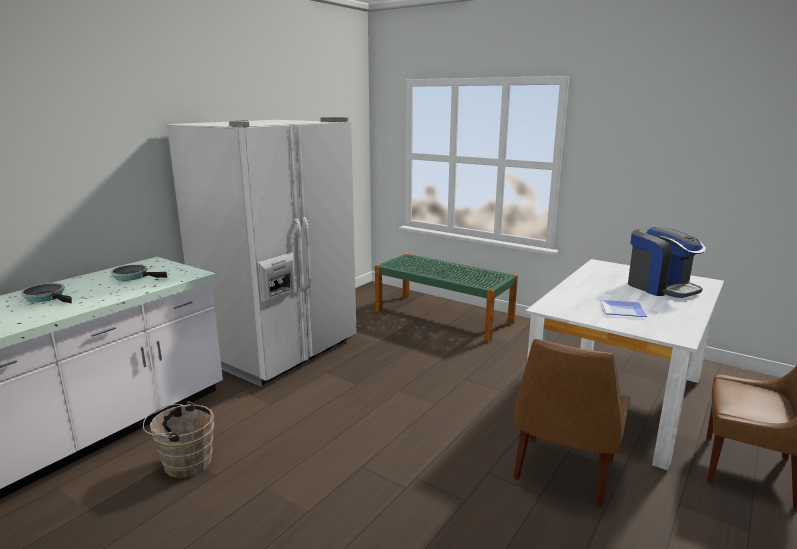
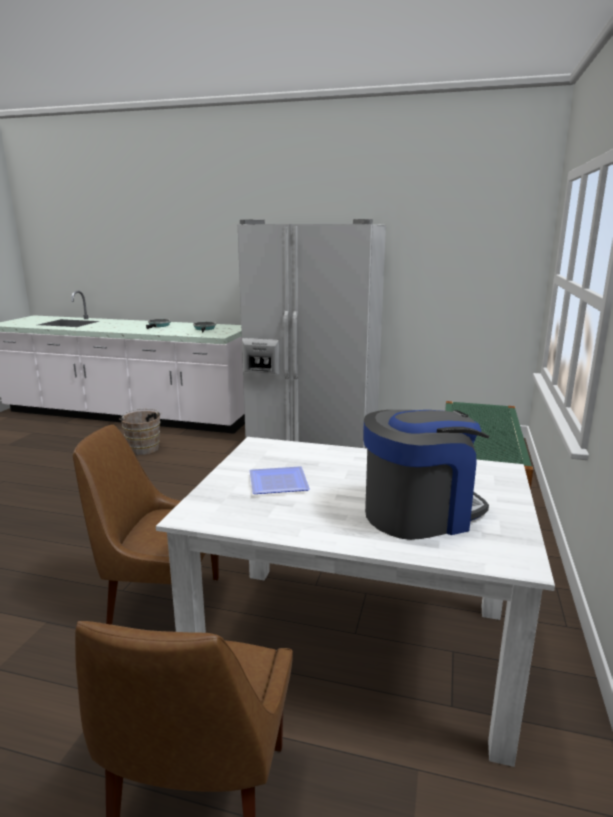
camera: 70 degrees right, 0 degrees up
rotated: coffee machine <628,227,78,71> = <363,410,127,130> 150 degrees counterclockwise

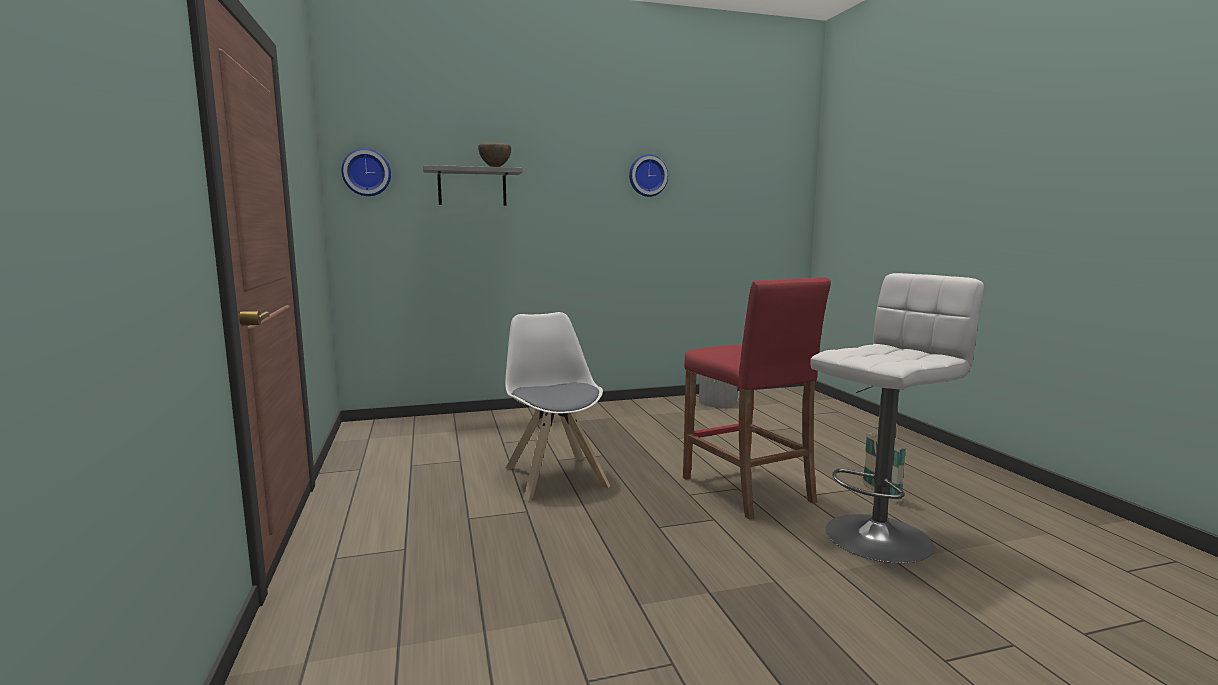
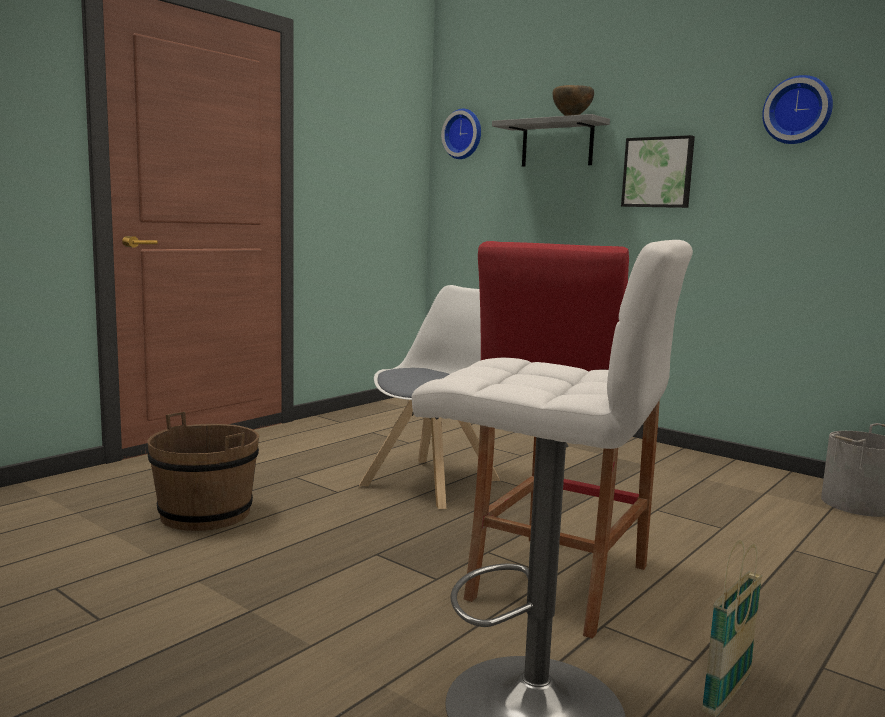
camera: 55 degrees right, 0 degrees up
new: bucket in brown <148,412,111,119>; picture <621,135,74,73>

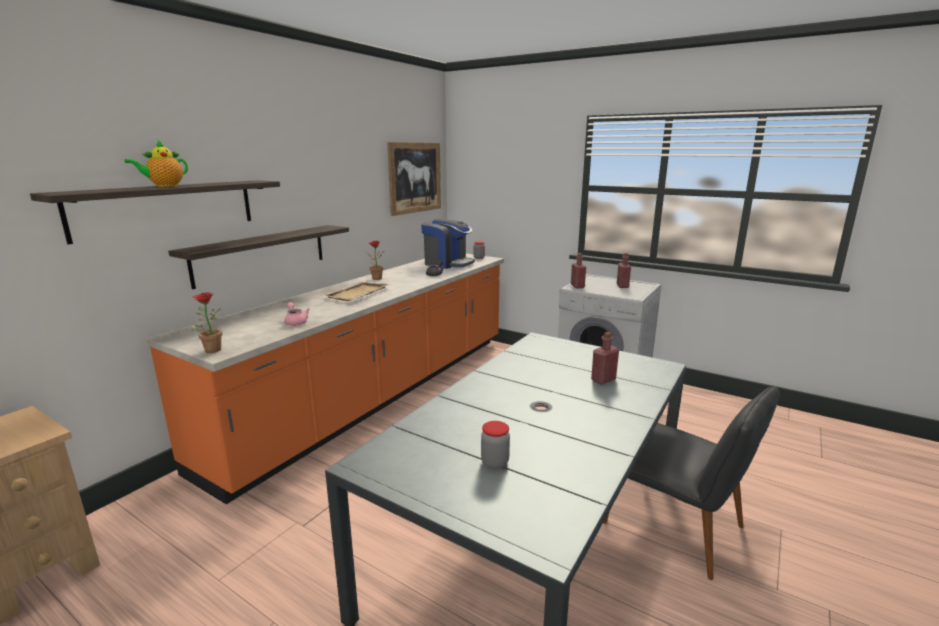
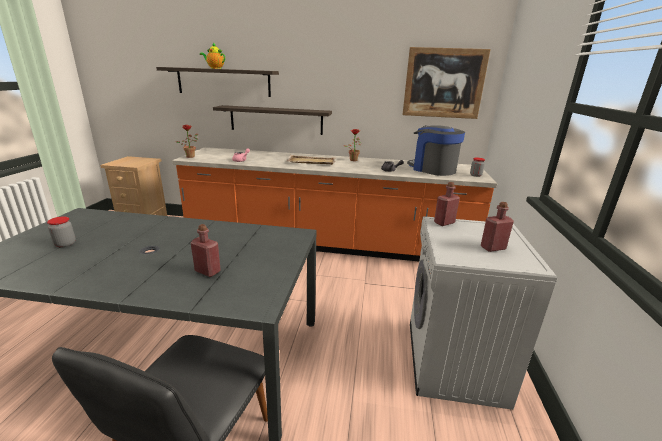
camera: 65 degrees right, 5 degrees up
rotated: coffee machine <421,218,54,51> = <407,125,58,51> 135 degrees clockwise

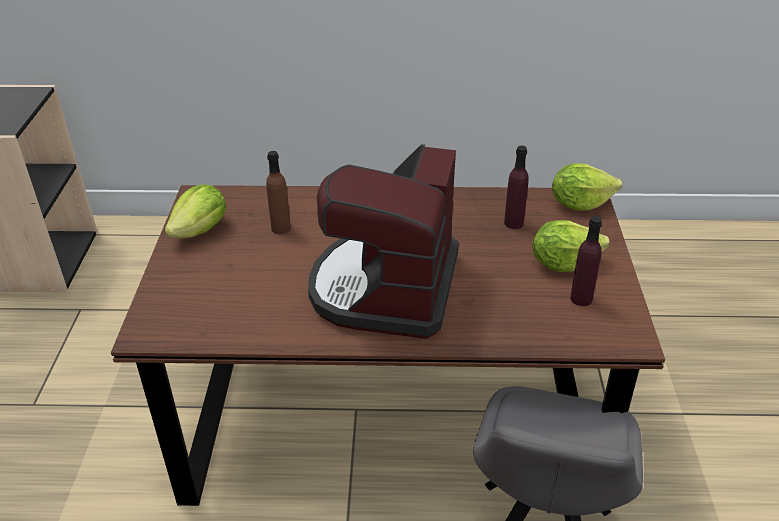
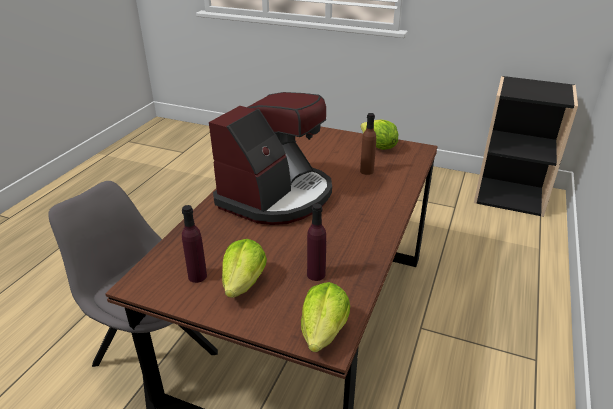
camera: 110 degrees right, 5 degrees down
rotated: coffee machine <308,144,151,195> = <209,92,123,133> 90 degrees clockwise

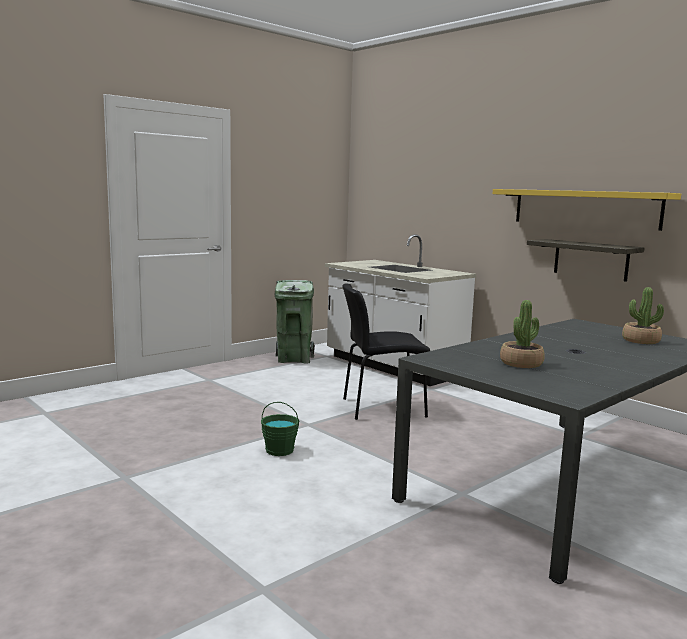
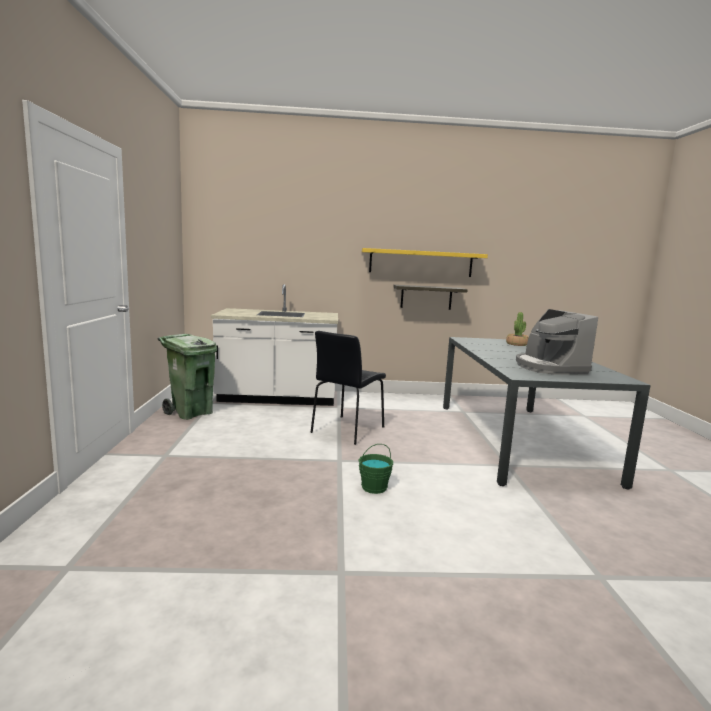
camera: 50 degrees left, 0 degrees up
swapped: potted plant <500,300,45,68> to coffee machine <516,309,82,66>

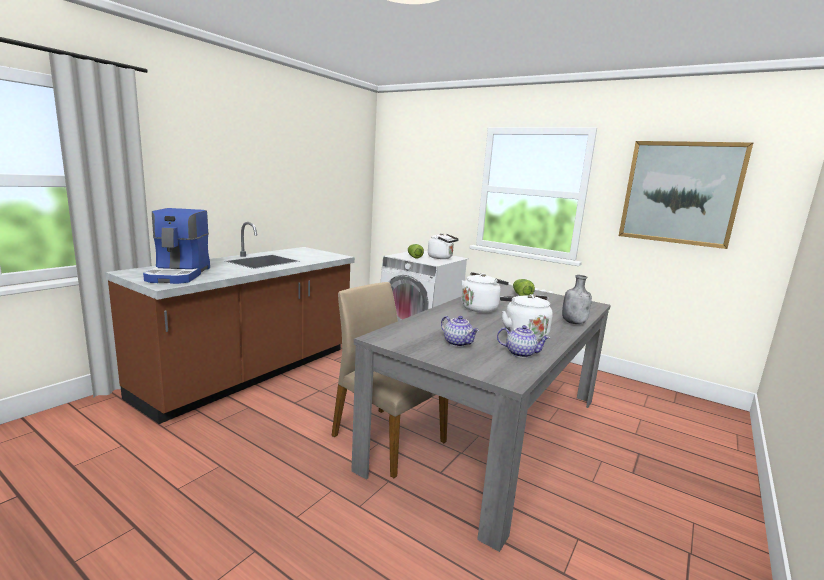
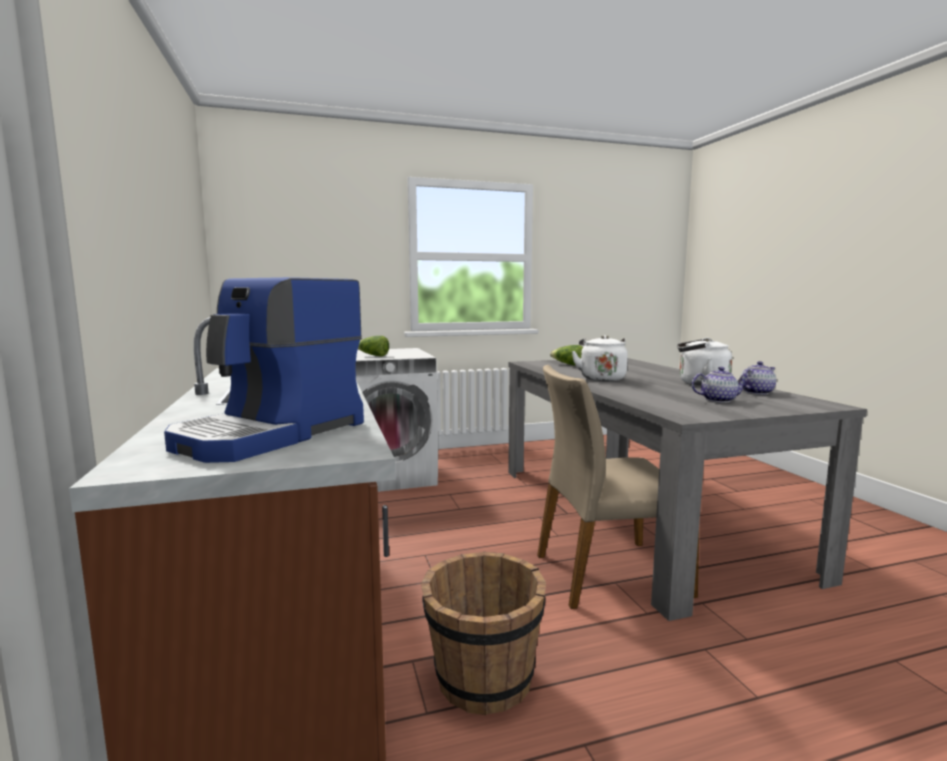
camera: 50 degrees left, 5 degrees down
gone: kettle in white <428,233,31,26>; bottle in grey <562,275,30,49>; picture <619,141,134,108>
new: bucket in brown <421,552,125,163>
rotated: coffee machine <143,208,67,76> = <164,277,200,186> 90 degrees clockwise

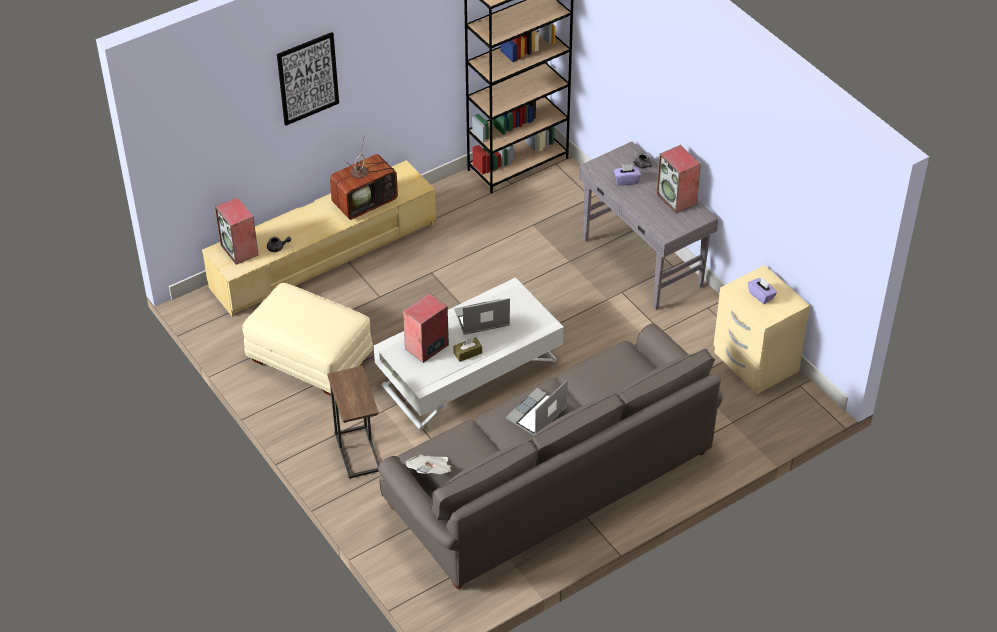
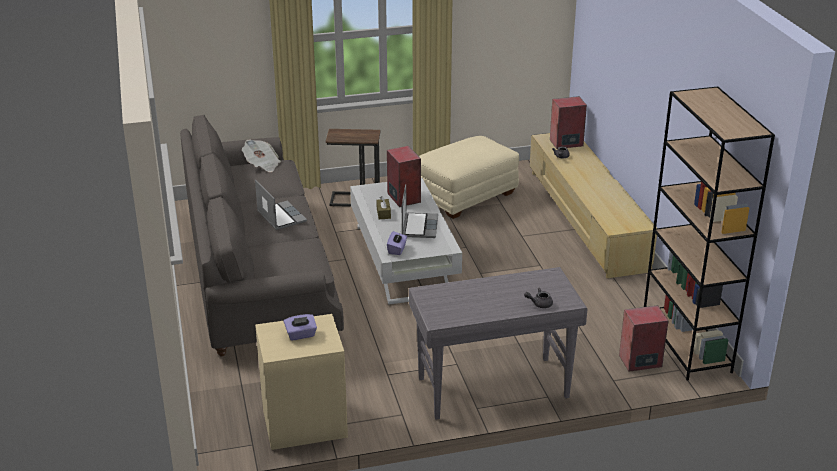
camera: 110 degrees right, 15 degrees down
gone: picture <277,32,62,94>; television <330,138,68,82>
shifted: tissue box in purple <614,164,27,22> to <387,231,20,24>; speaker <656,145,45,68> to <619,305,49,67>

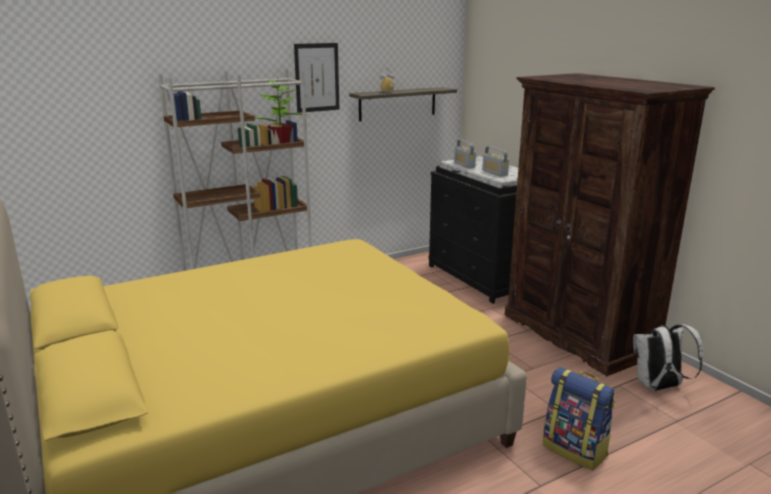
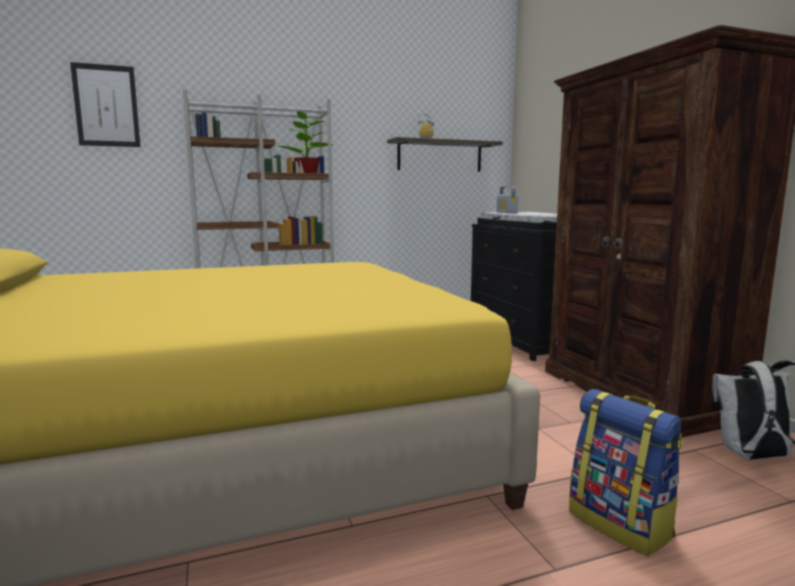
camera: 10 degrees right, 10 degrees down
gone: radio <482,146,27,30>
shifted: picture <294,43,45,70> to <70,62,71,85>

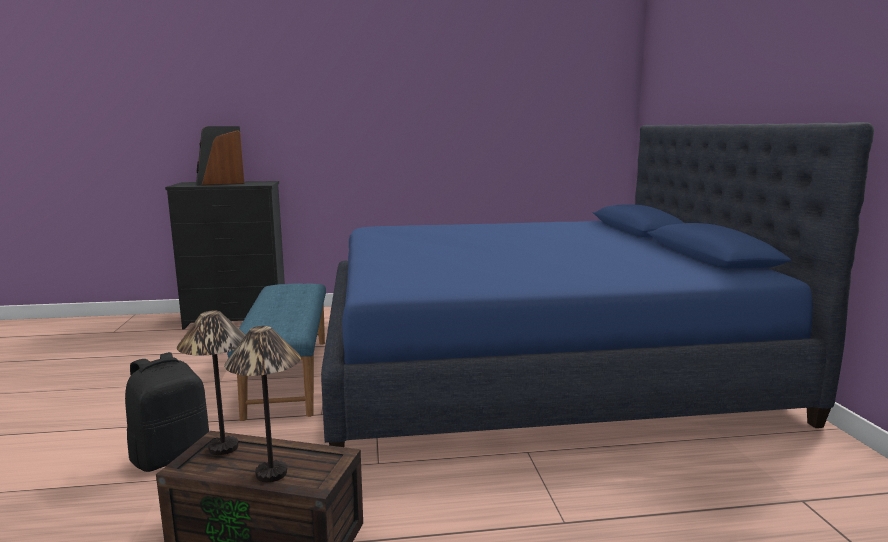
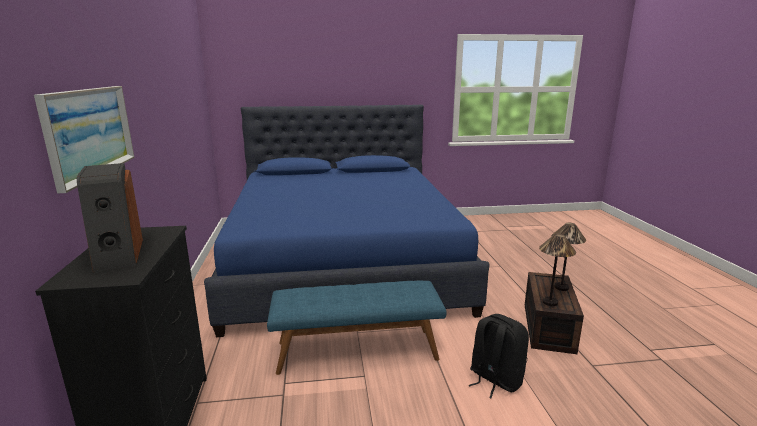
camera: 90 degrees left, 5 degrees up
new: picture <34,86,101,107>

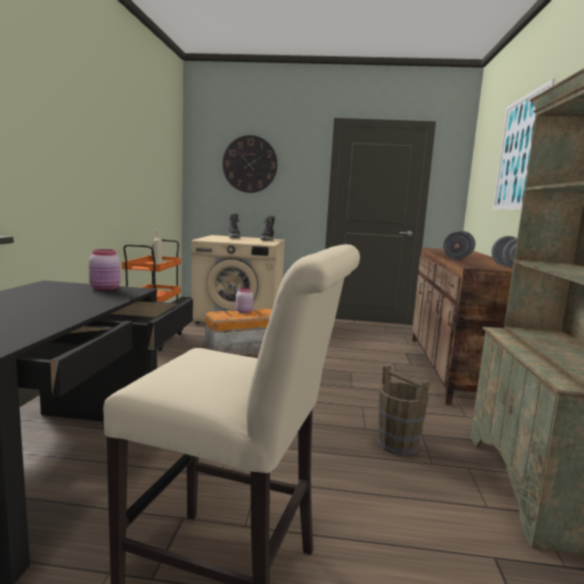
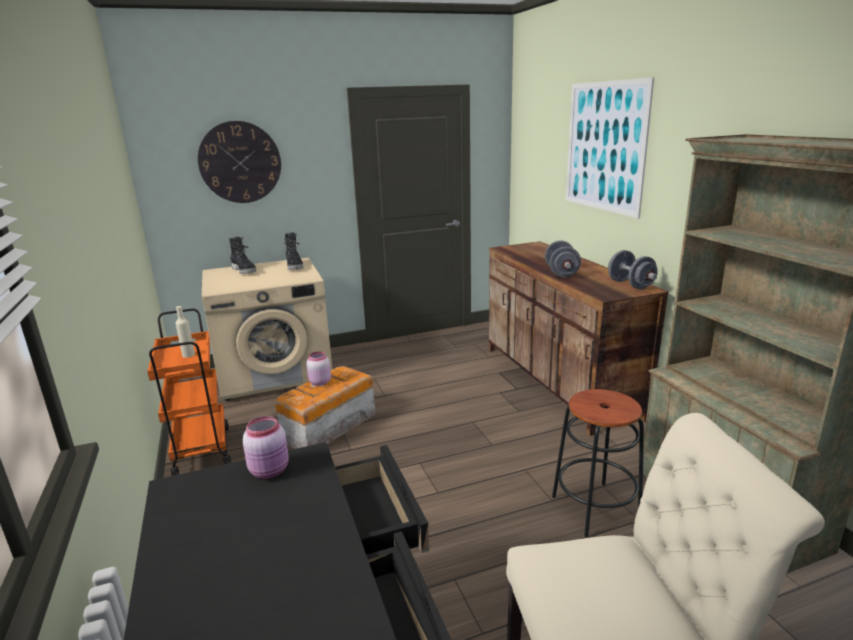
camera: 25 degrees left, 10 degrees up
swapped: bucket in brown <378,365,52,90> to stool in black <552,389,92,148>

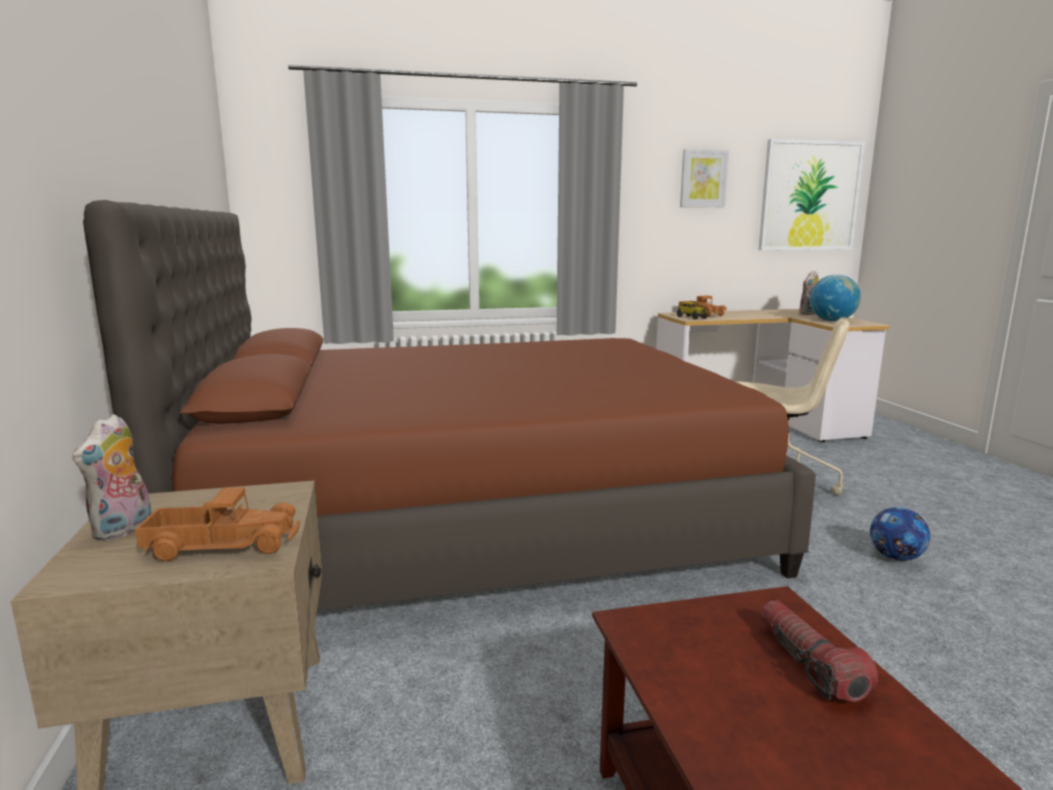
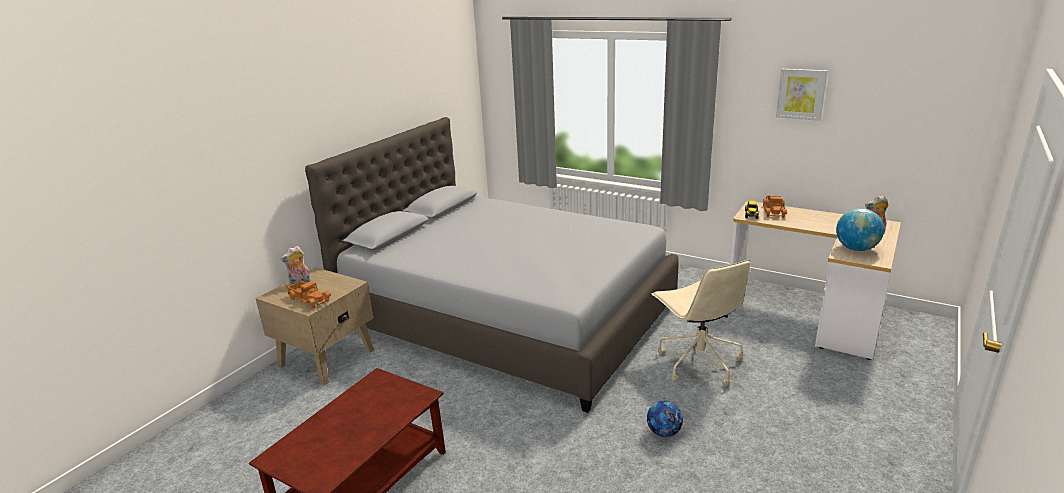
camera: 45 degrees right, 10 degrees up
gone: picture <759,139,106,111>; flashlight <760,600,118,102>
repainted: bed in brown <83,200,733,410> to bed in grey <305,117,374,296>

